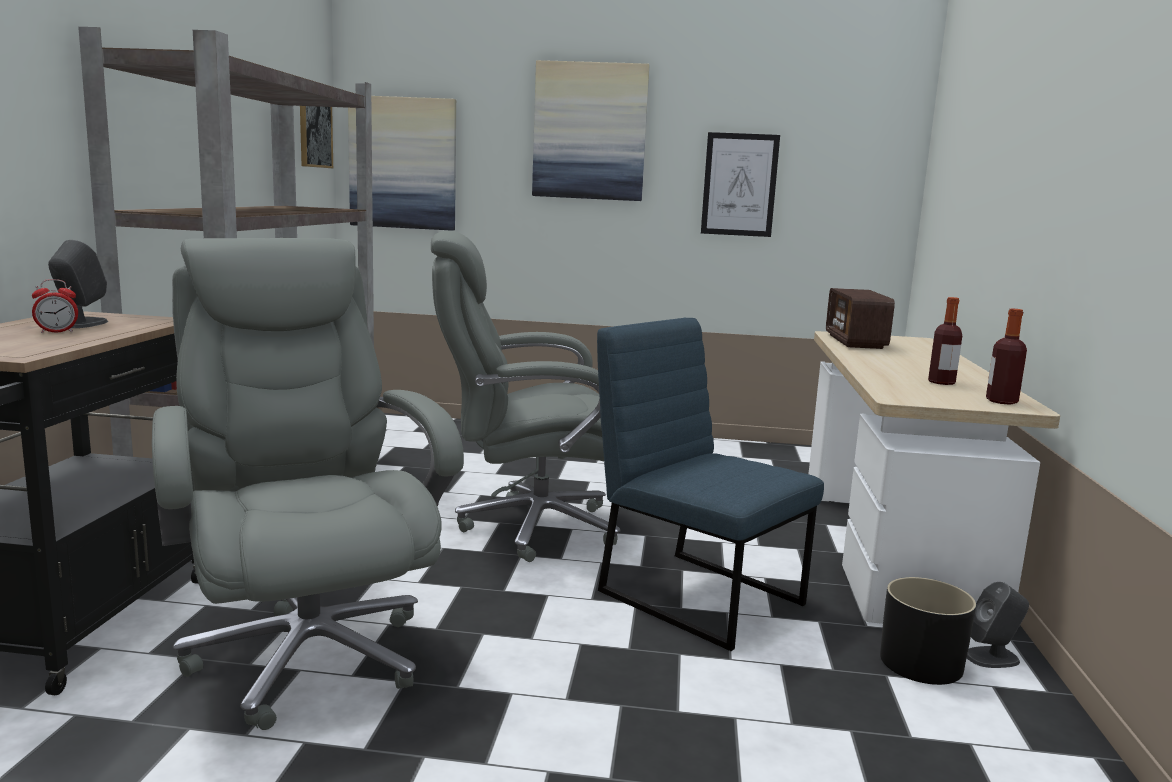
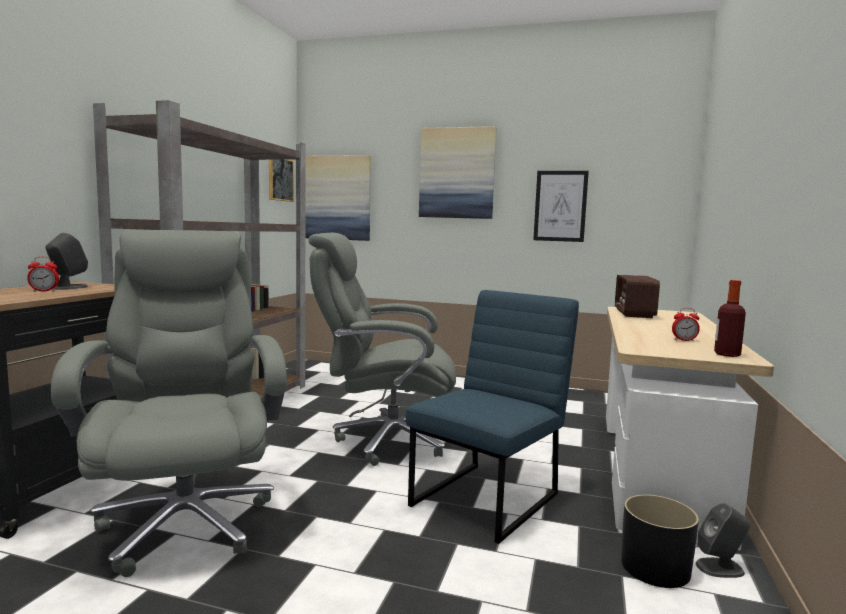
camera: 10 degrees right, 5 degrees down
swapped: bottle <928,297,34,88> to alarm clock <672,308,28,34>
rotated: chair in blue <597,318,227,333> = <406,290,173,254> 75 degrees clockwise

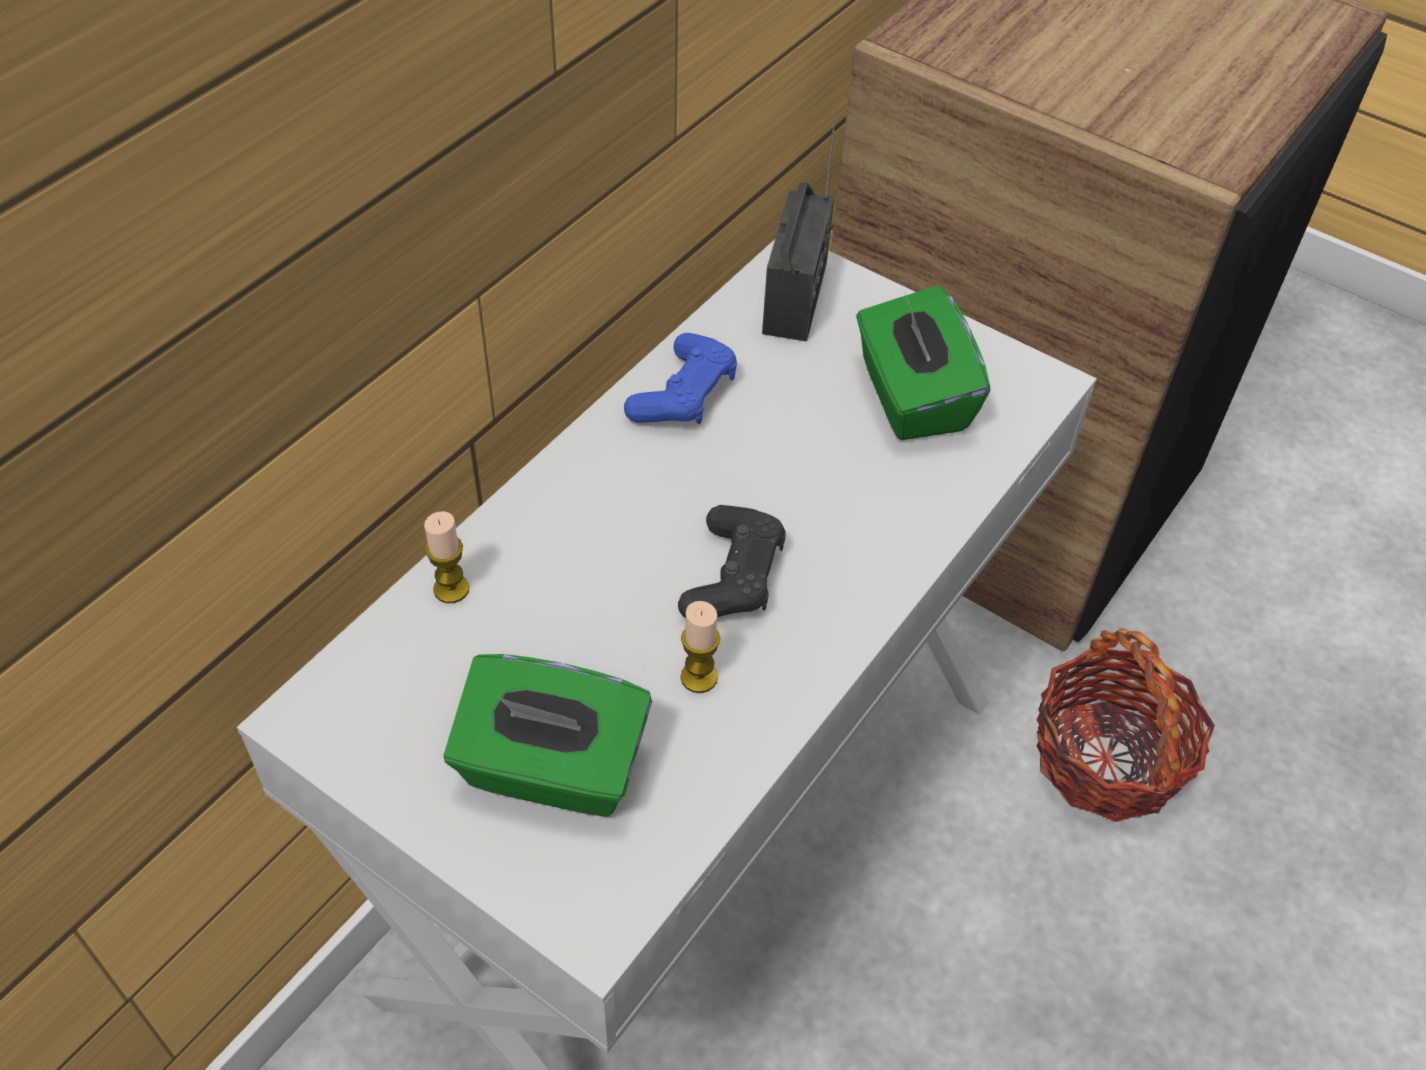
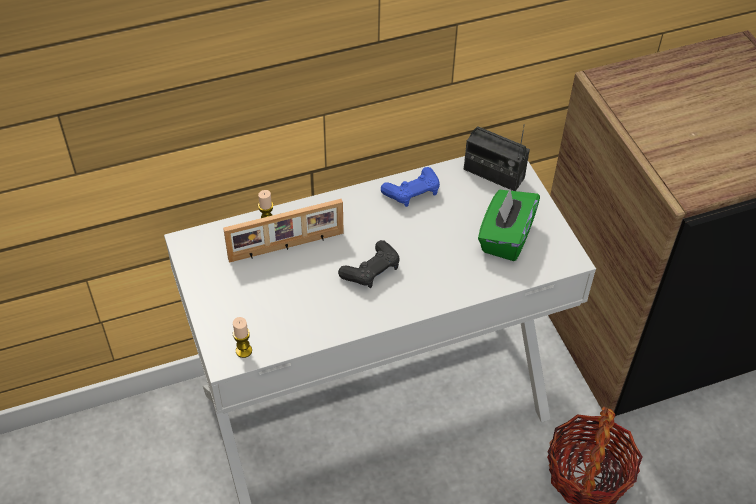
camera: 35 degrees right, 0 degrees up
gone: tissue box in green <443,654,209,163>
new: picture frame <223,199,121,64>
shifted: candle <681,601,39,92> to <233,317,19,41>
rotated: radio <762,117,74,225> = <464,125,66,66> 75 degrees clockwise

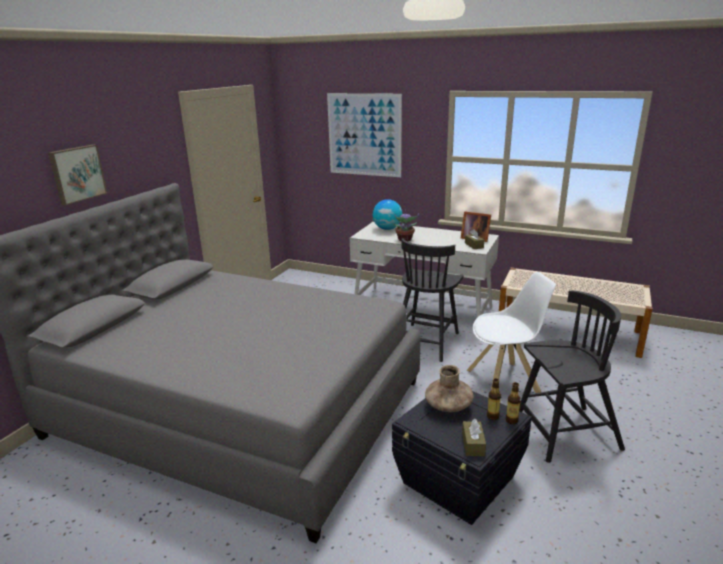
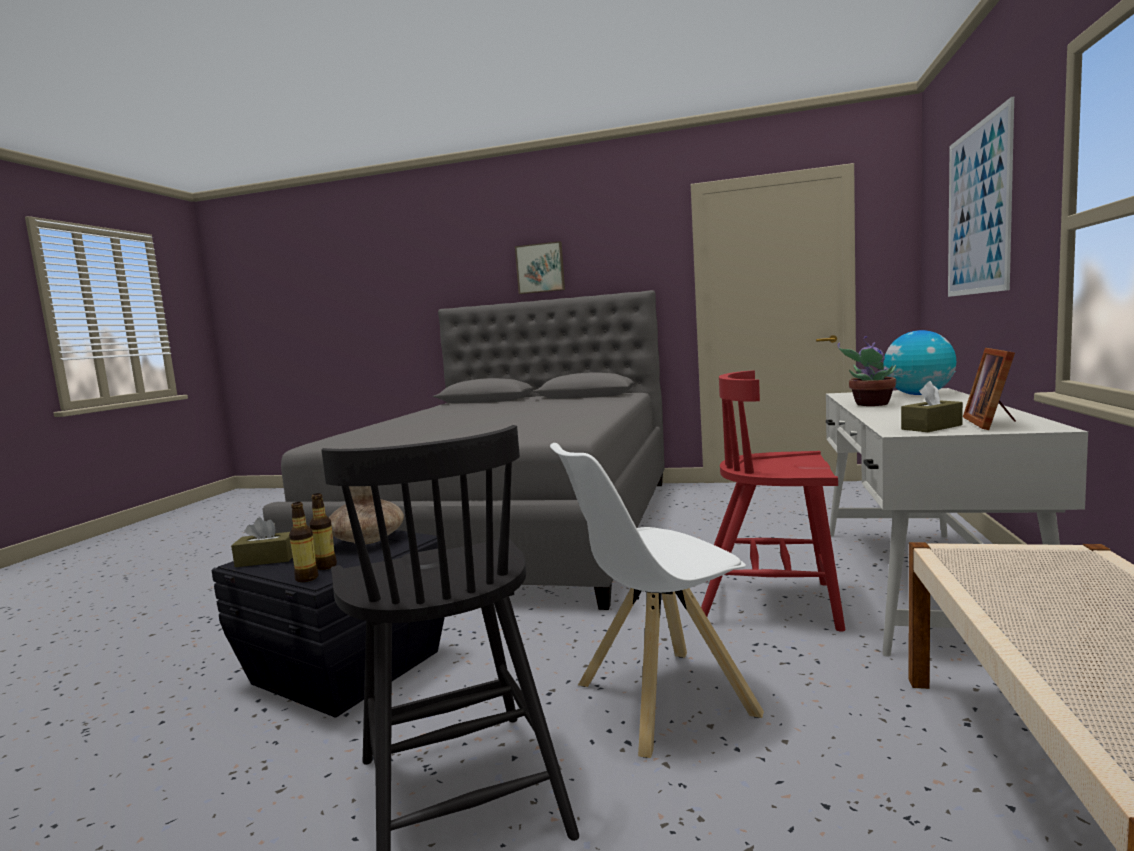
camera: 80 degrees right, 15 degrees down
repainted: chair in black <401,238,63,124> to chair in red <701,370,144,262>
rotated: chair in white <466,272,90,121> = <550,443,214,315> 90 degrees clockwise

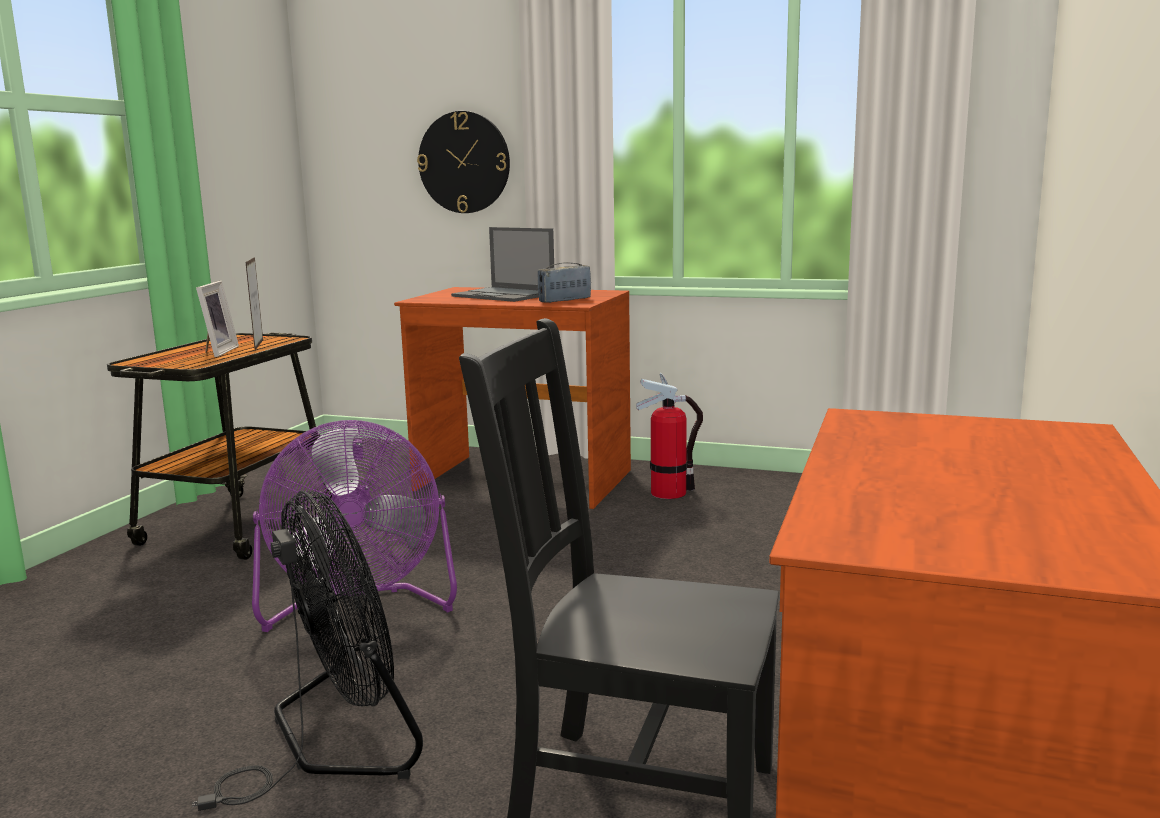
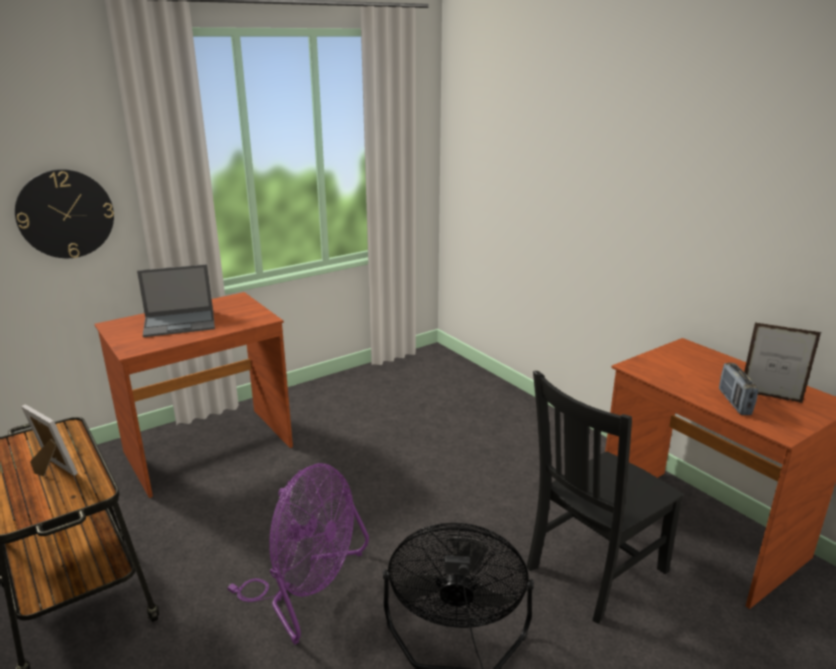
camera: 55 degrees left, 10 degrees up
gone: fire extinguisher <636,373,67,126>
shifted: picture frame <245,257,18,93> to <744,322,77,81>; radio <538,262,53,41> to <719,363,39,52>

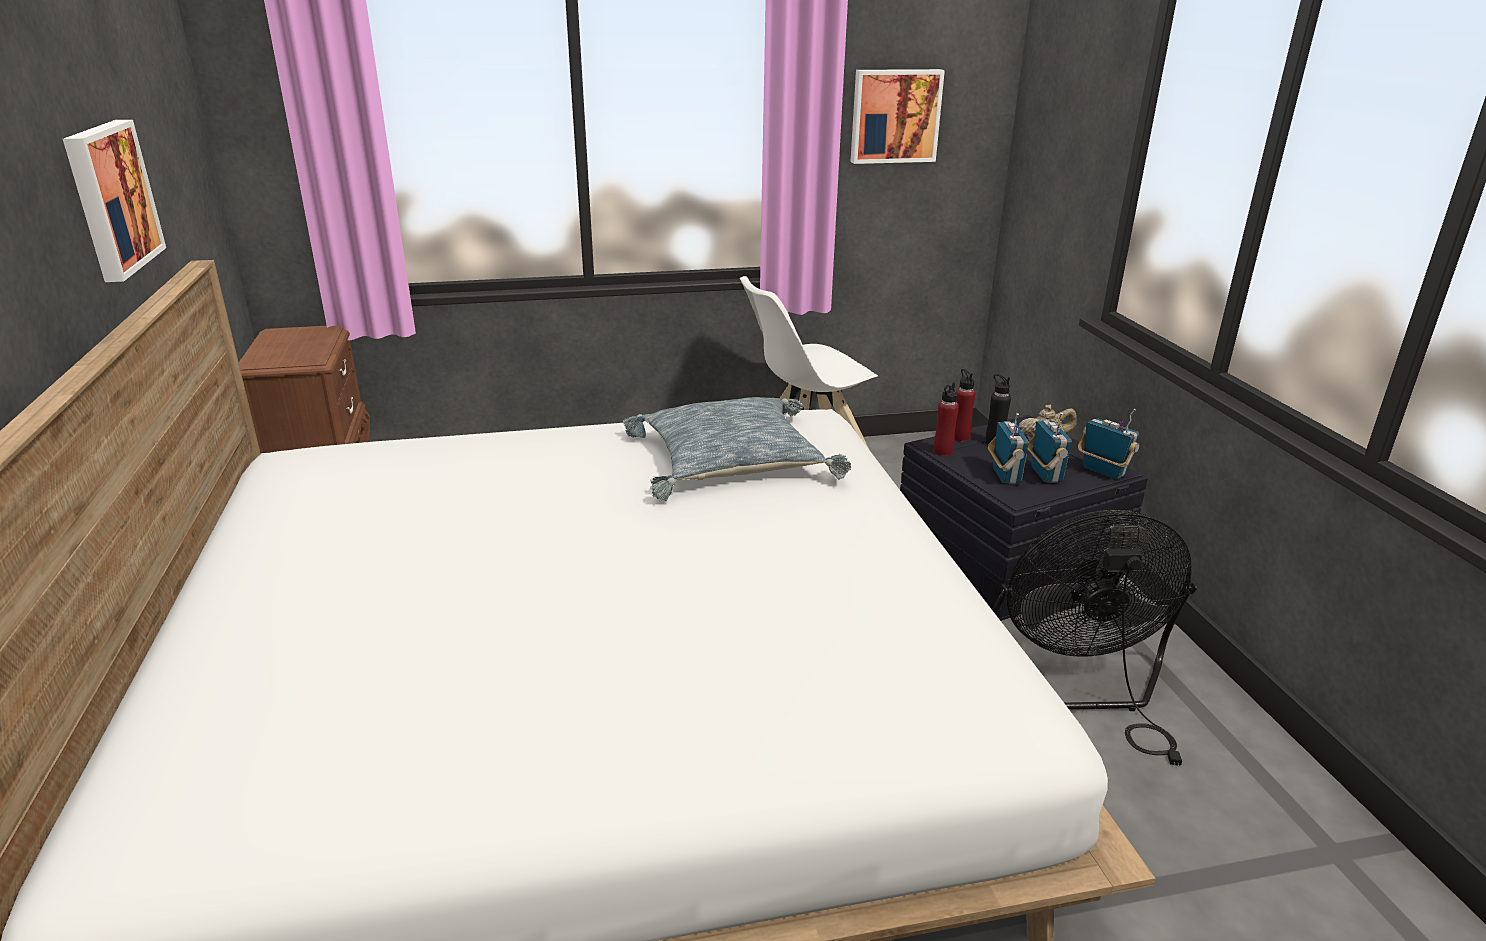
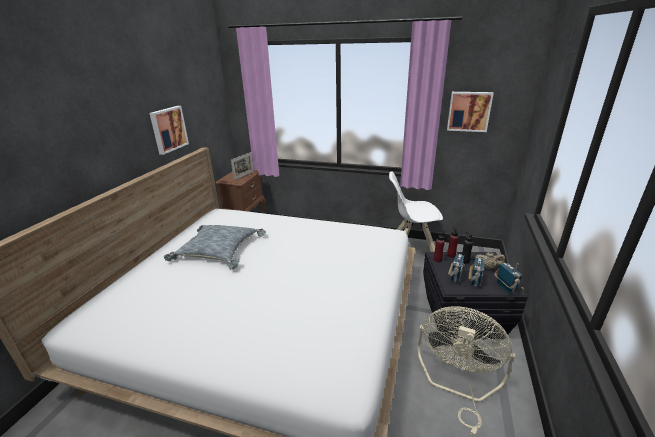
camera: 30 degrees right, 0 degrees up
new: picture frame <231,152,23,28>
shifted: pillow <622,397,229,104> to <164,225,102,45>
repainted: fan in black <992,510,205,256> to fan in beige <417,306,98,130>

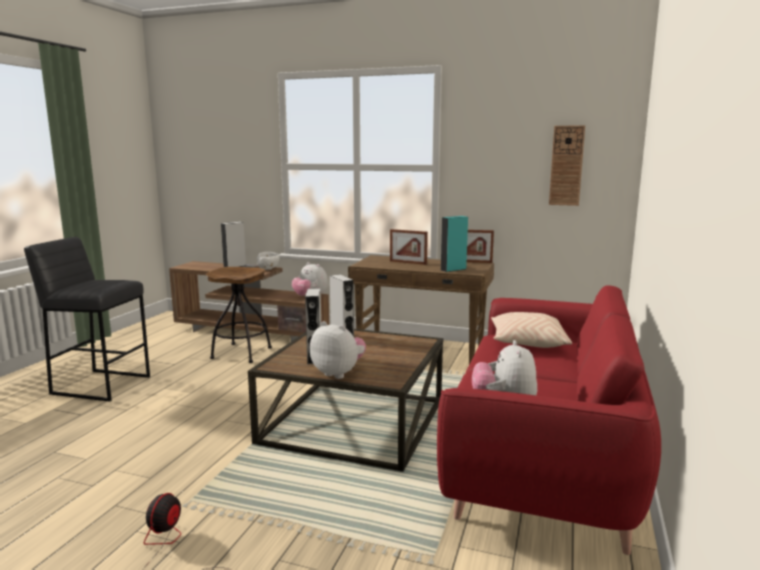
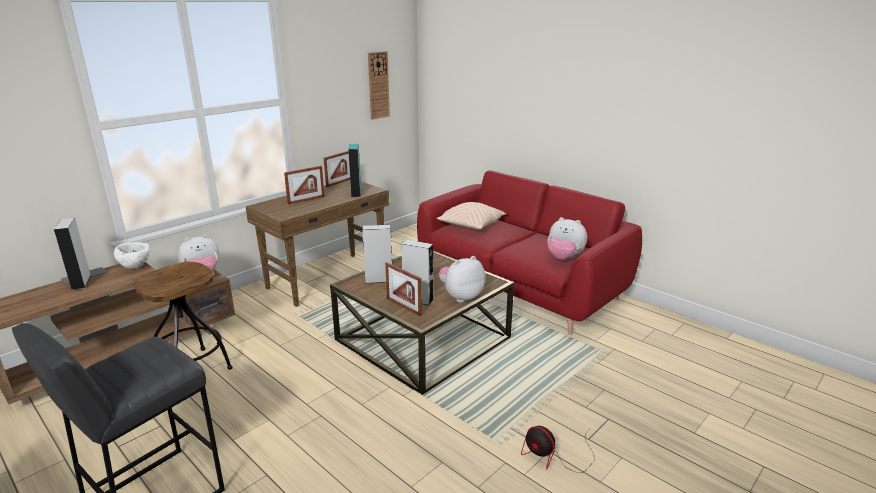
camera: 65 degrees left, 10 degrees up
new: picture frame <385,262,37,54>

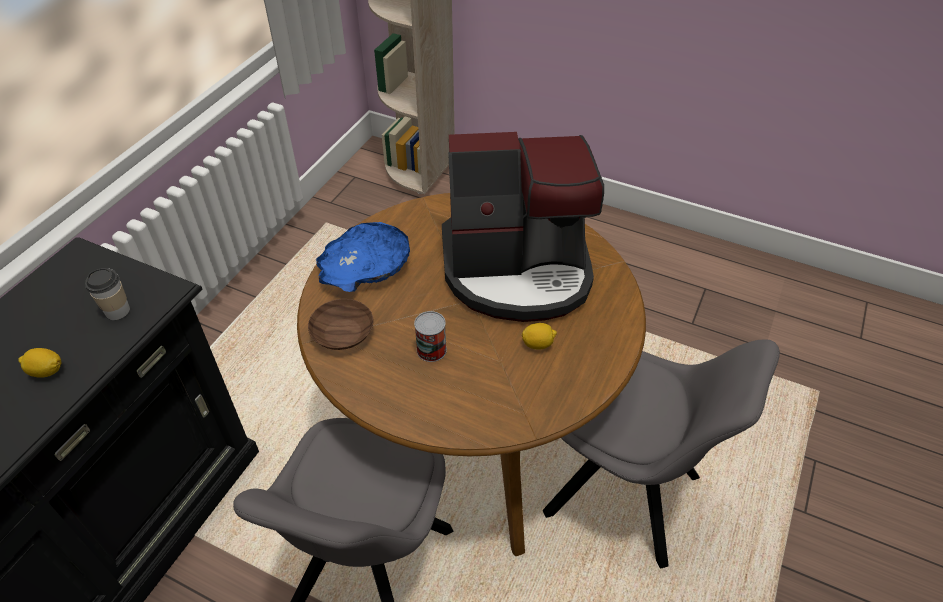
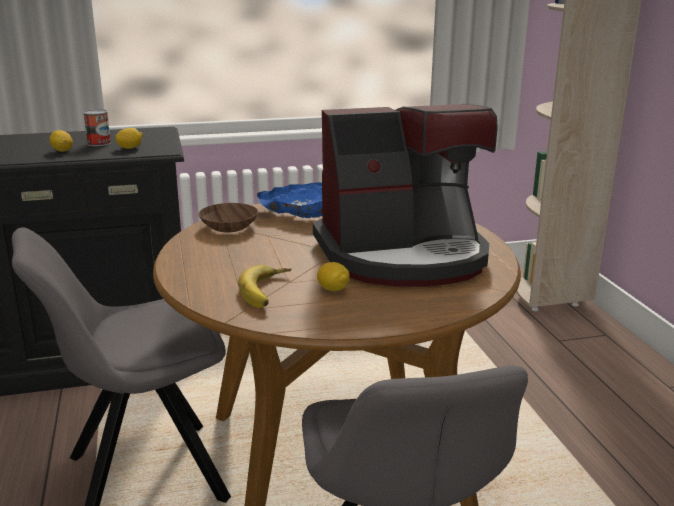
camera: 50 degrees right, 25 degrees down
new: banana <238,265,53,43>
shifted: can <414,311,33,51> to <83,109,28,37>
swapped: cup <85,268,45,52> to lemon <115,128,28,21>
rotated: coffee machine <442,132,162,190> = <313,104,185,183> 60 degrees counterclockwise

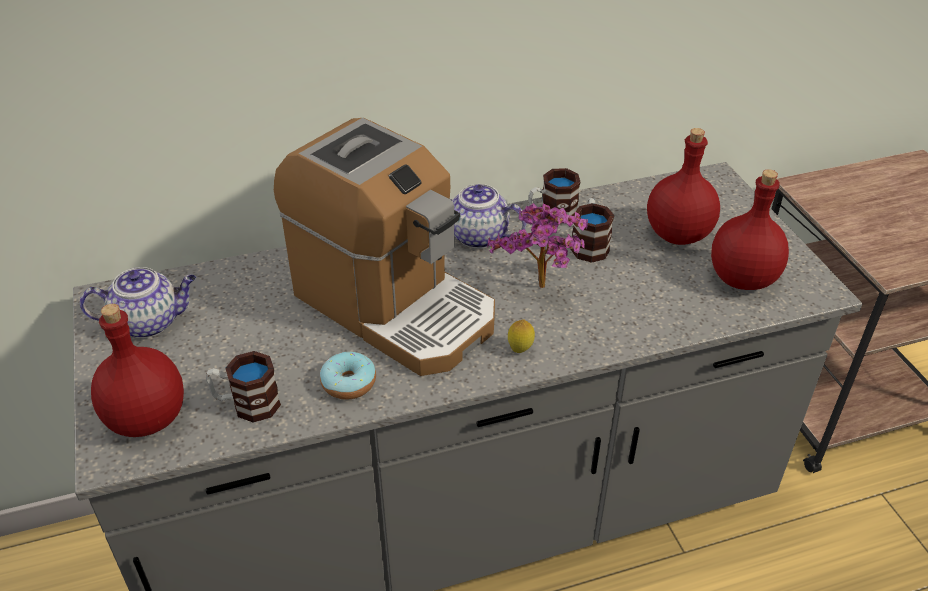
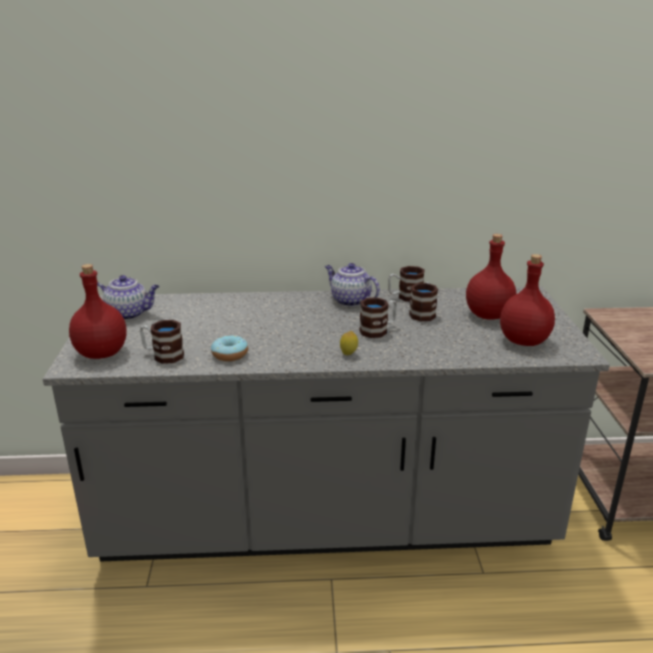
camera: 15 degrees right, 15 degrees down
gone: coffee machine <274,118,221,258>
swapped: potted plant <487,203,101,85> to mug <359,297,38,41>

